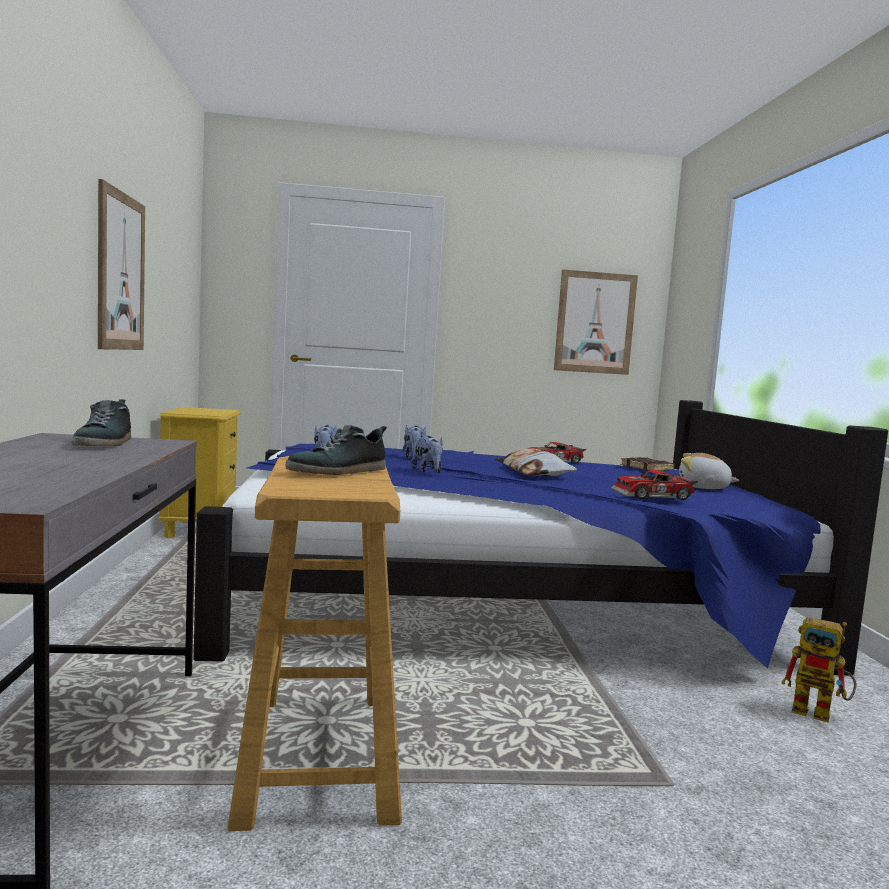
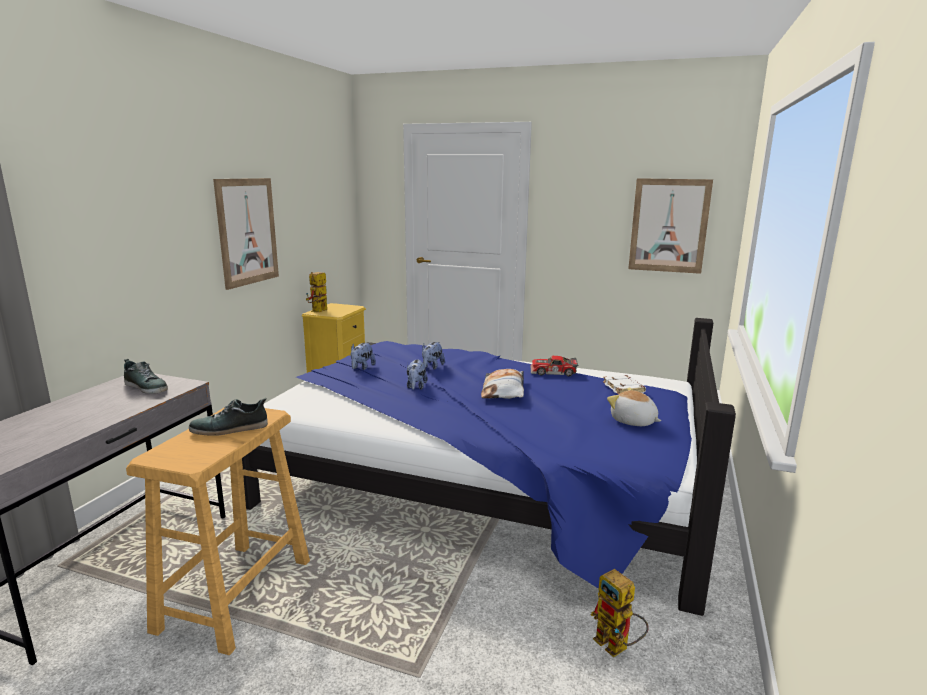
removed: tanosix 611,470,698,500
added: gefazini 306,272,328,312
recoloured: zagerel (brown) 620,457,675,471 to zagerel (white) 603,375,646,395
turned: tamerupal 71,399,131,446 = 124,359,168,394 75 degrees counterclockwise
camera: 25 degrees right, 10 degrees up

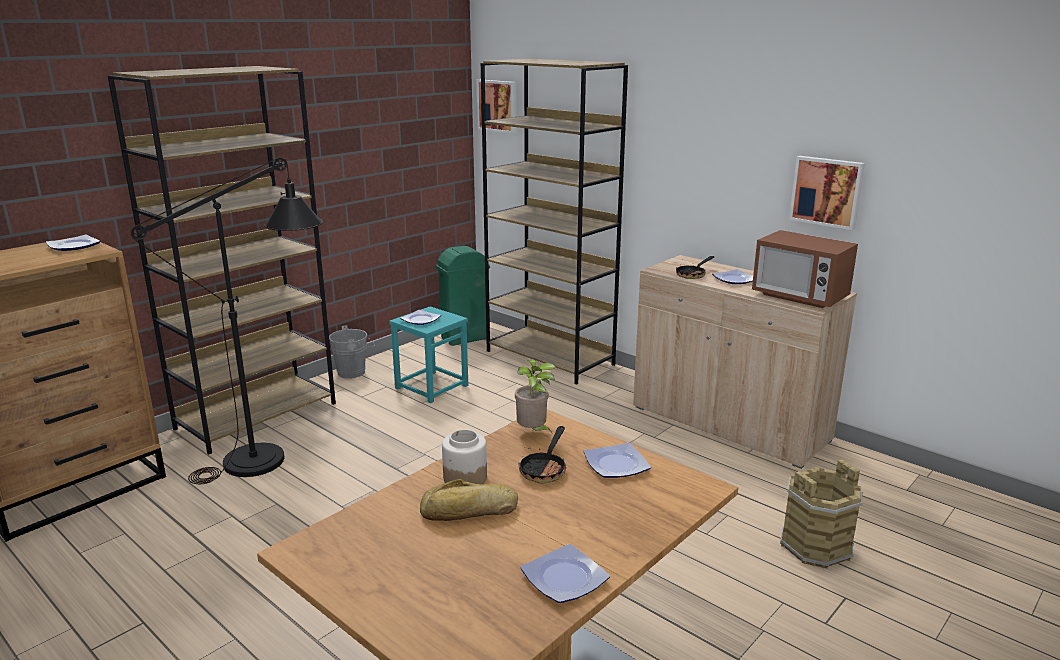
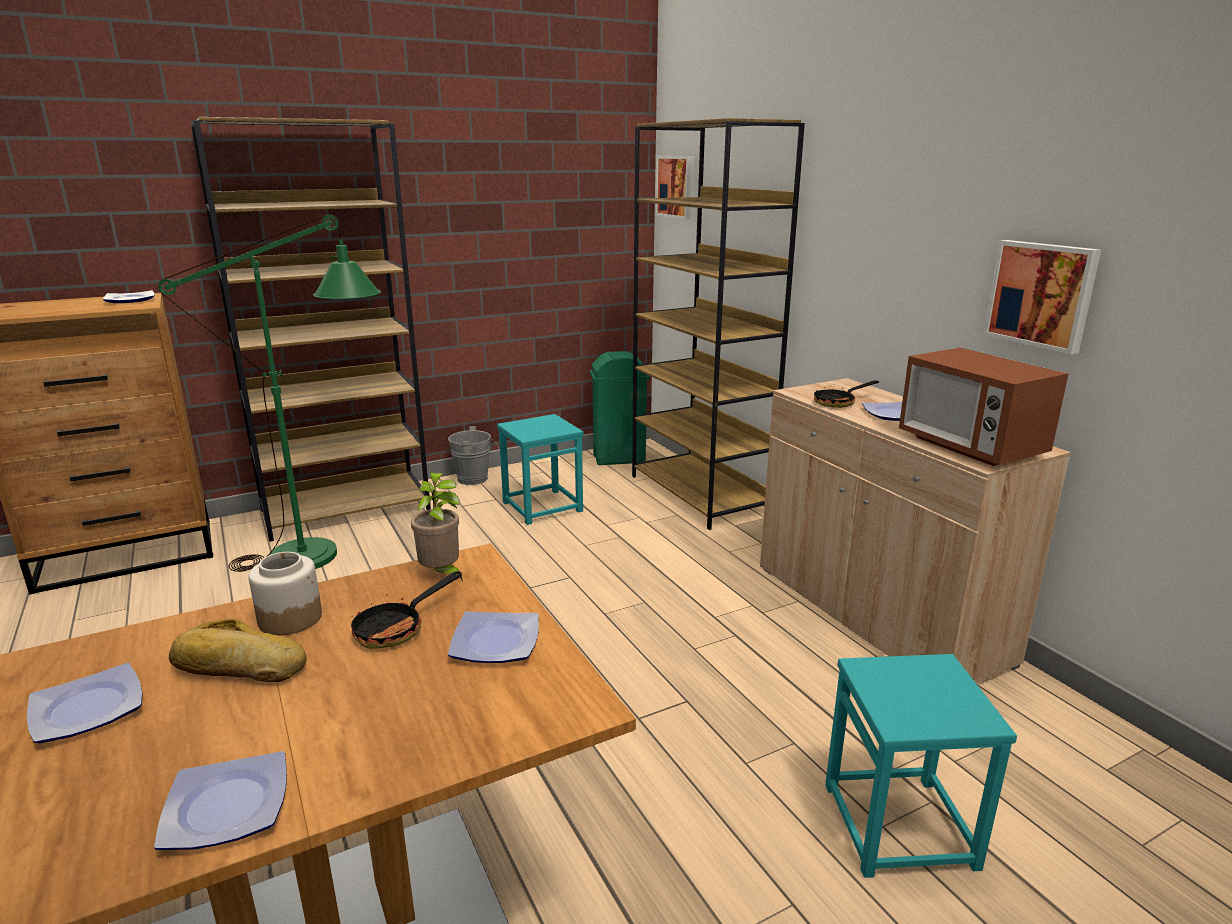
moved: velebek 400,310,441,325 to 27,663,142,743
replaced: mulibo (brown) 780,460,863,568 to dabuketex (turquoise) 825,654,1017,878
recoloured: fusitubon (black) 131,157,323,484 to fusitubon (green) 158,214,381,572
camera: 20 degrees right, 0 degrees up

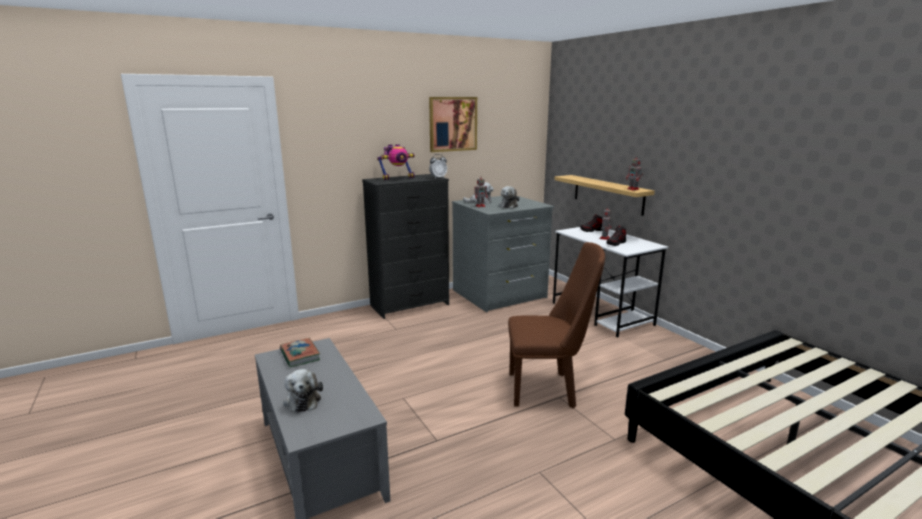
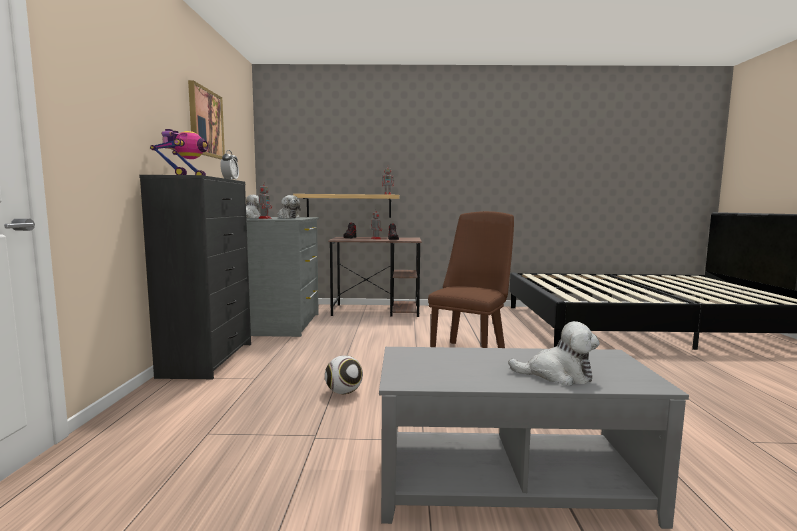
removed: zagerel 280,338,320,367
added: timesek 325,355,363,394
recoloured: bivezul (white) 553,227,668,337 to bivezul (brown) 328,237,422,317
camera: 60 degrees left, 10 degrees down

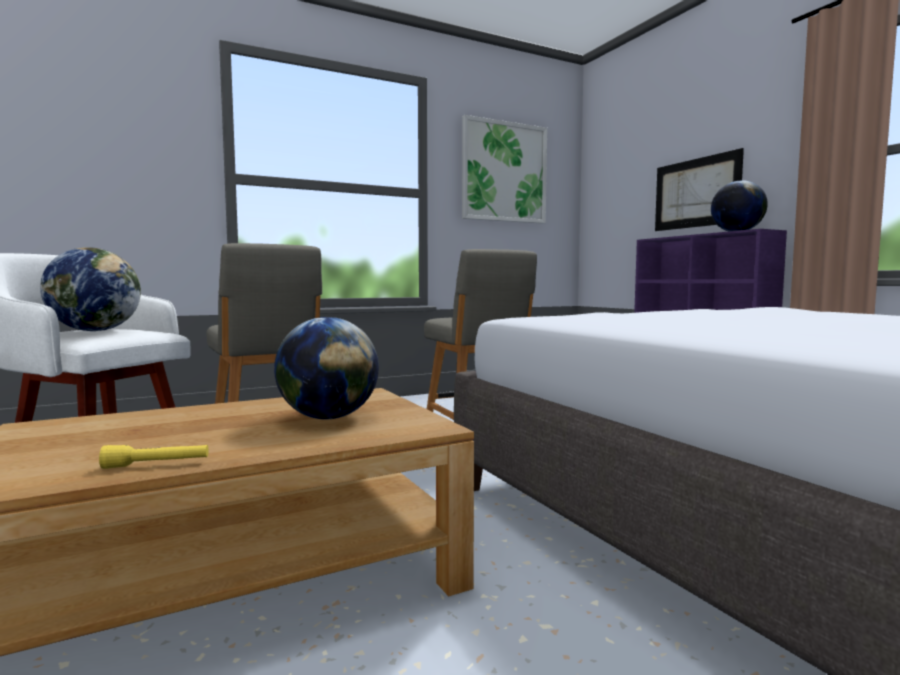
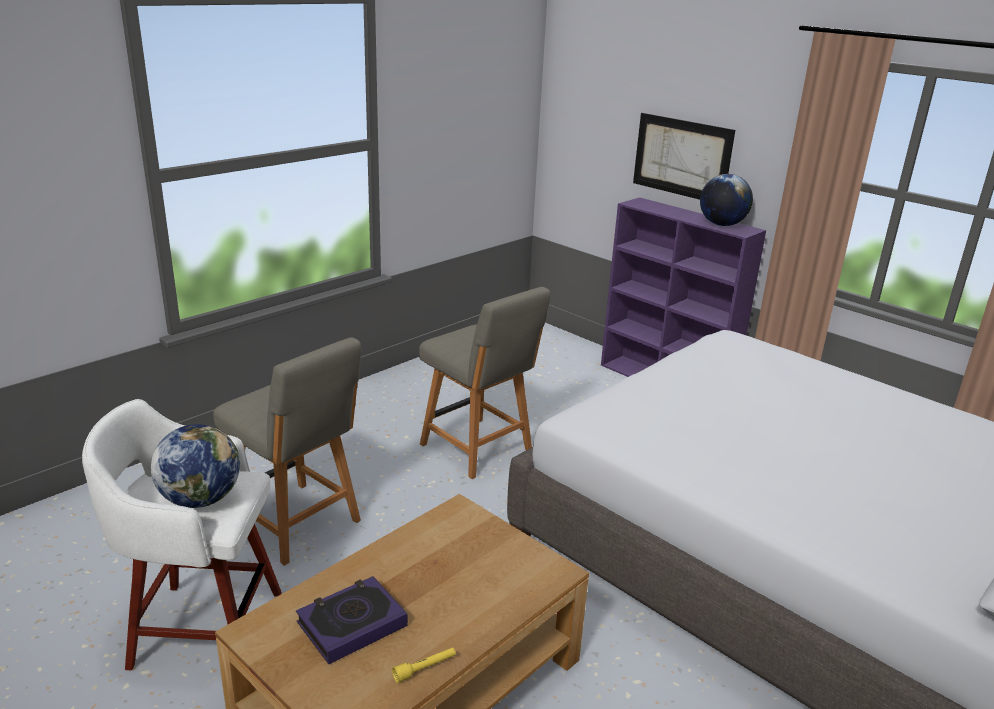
removed: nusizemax 274,317,379,420; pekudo 462,115,547,224
added: zagerel 296,576,408,664
camera: 20 degrees left, 20 degrees up

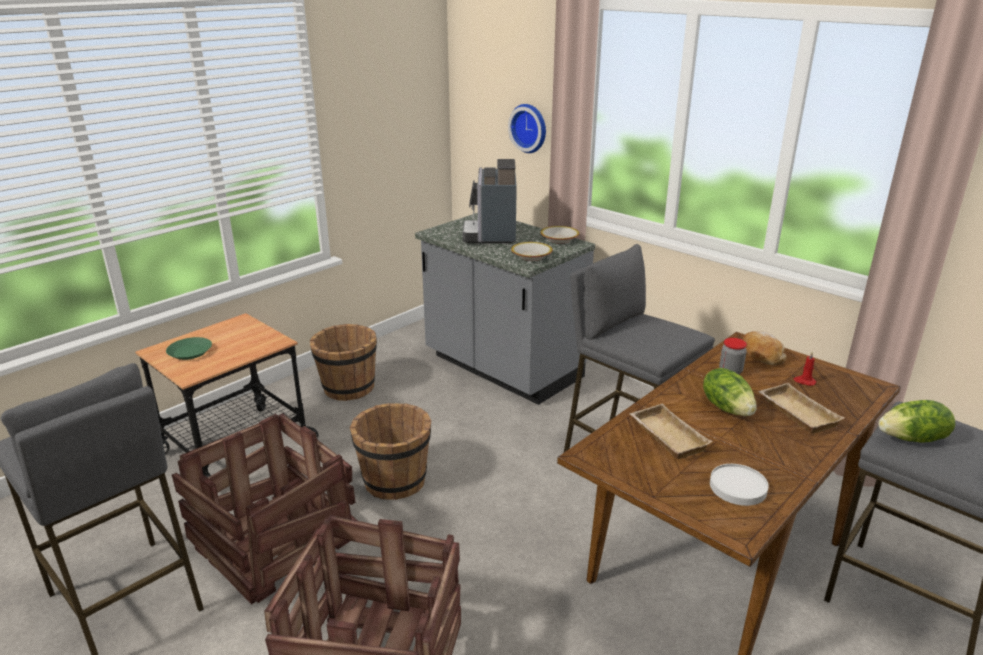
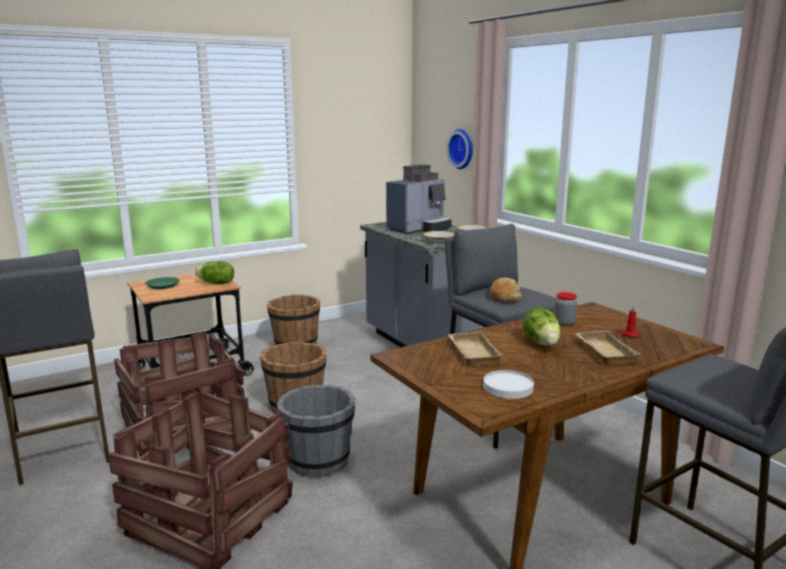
added: mulibo (grey) 277,385,355,477
moved: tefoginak 743,331,787,366 to 490,277,522,302; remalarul 878,400,955,443 to 195,261,234,284
turned: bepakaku 463,159,517,243 = 386,164,452,234 150 degrees counterclockwise
camera: 15 degrees right, 10 degrees down

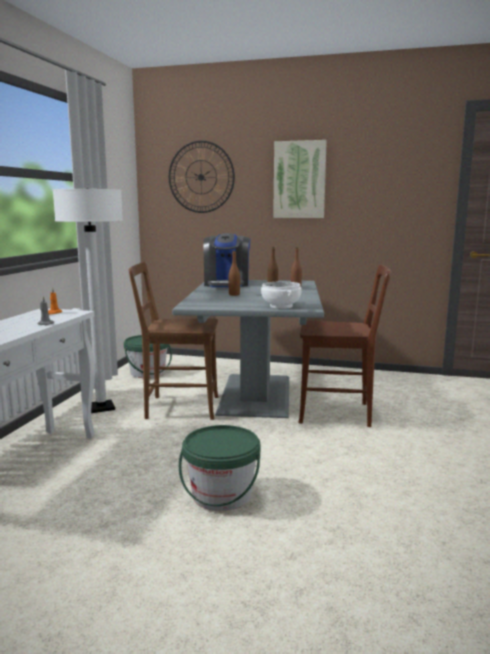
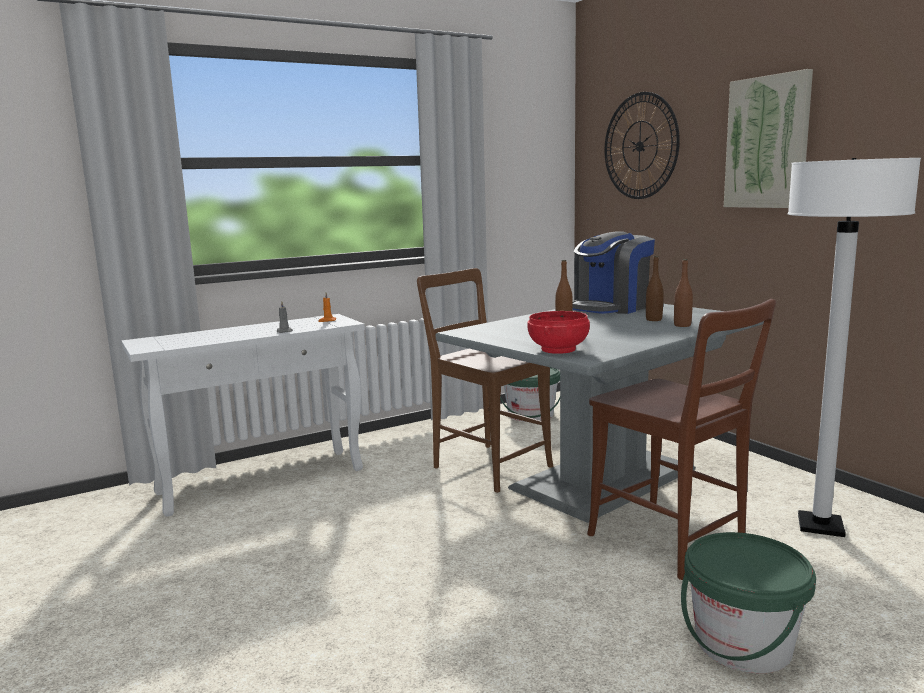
moved: fusitubon (white) 52,188,123,413 to 788,158,921,537; mulibo (green) 179,425,260,511 to 681,532,816,673
recoloured: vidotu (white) 261,282,302,309 to vidotu (red) 527,311,590,354
camera: 45 degrees right, 0 degrees up

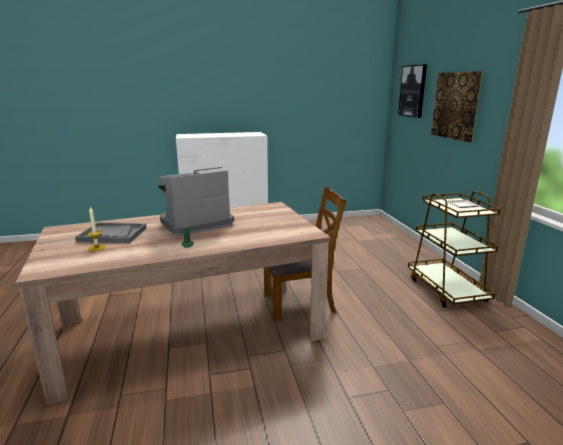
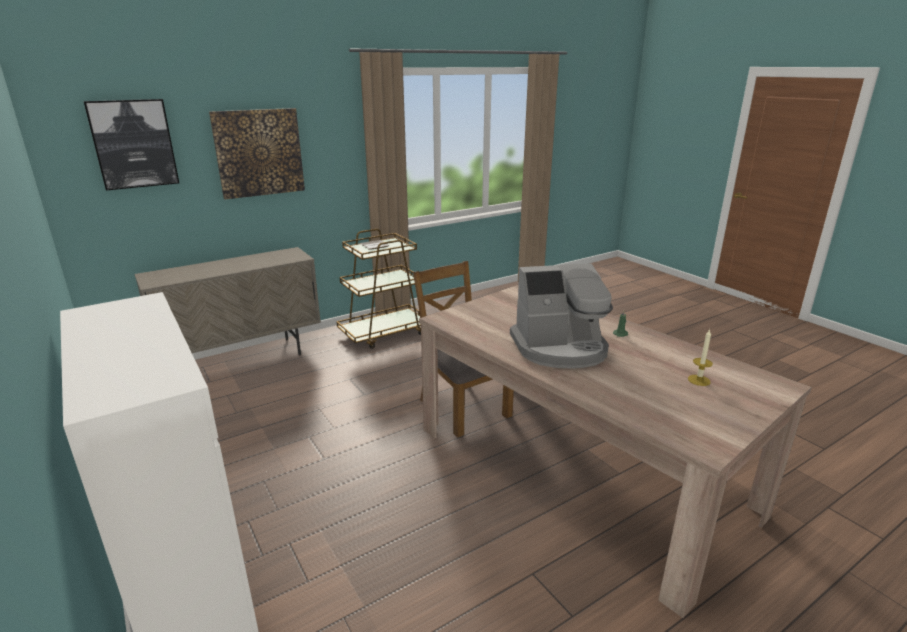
removed: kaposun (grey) 75,222,147,243
added: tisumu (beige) 134,247,321,355
turned: bepakaku 158,167,234,236 = 510,263,613,369 45 degrees counterclockwise
camera: 110 degrees left, 5 degrees up

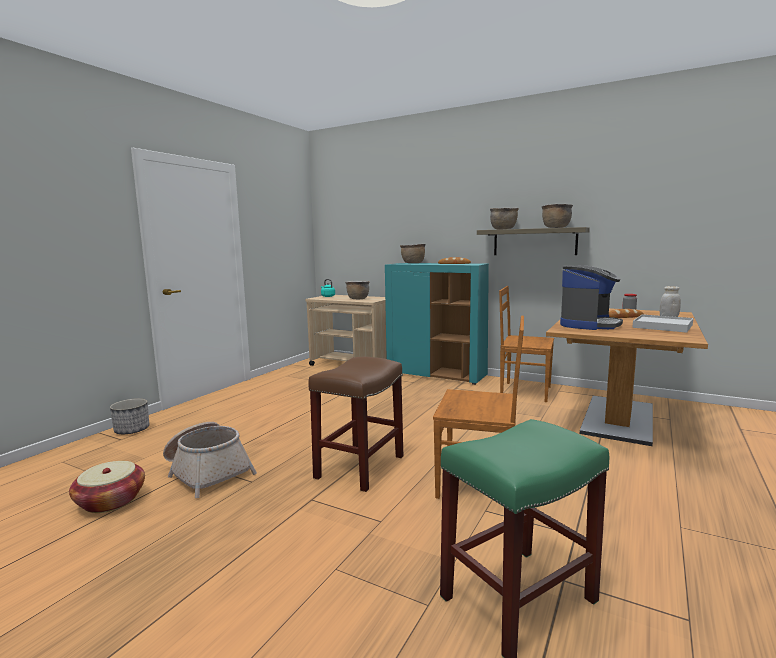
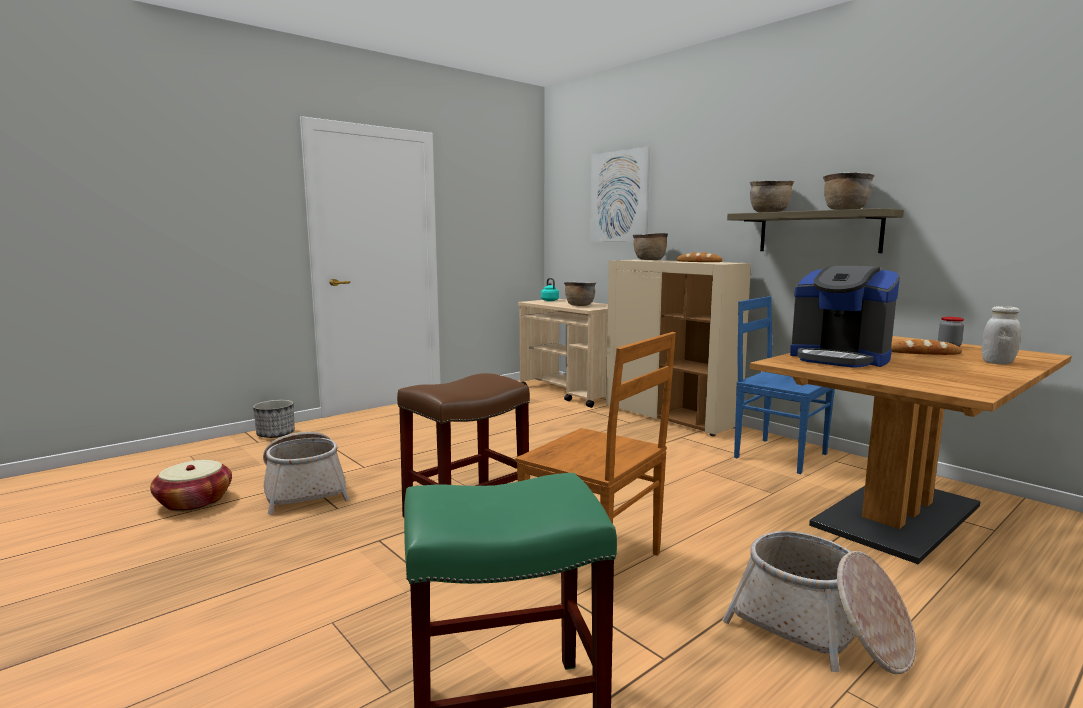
removed: kaposun (white) 632,314,693,333
added: pekudo 590,146,650,241; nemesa 722,531,916,674
recoloured: tisumu (turquoise) 385,263,489,385 to tisumu (beige) 606,259,751,436; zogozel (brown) 499,286,554,402 to zogozel (blue) 734,296,835,474
turned: bepakaku 560,265,623,330 = 790,265,900,368 75 degrees clockwise
camera: 20 degrees right, 0 degrees up

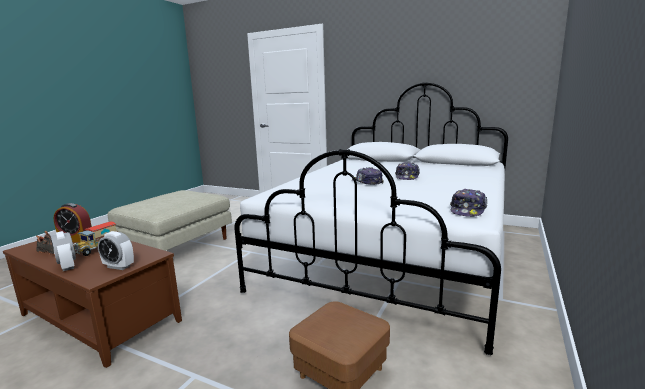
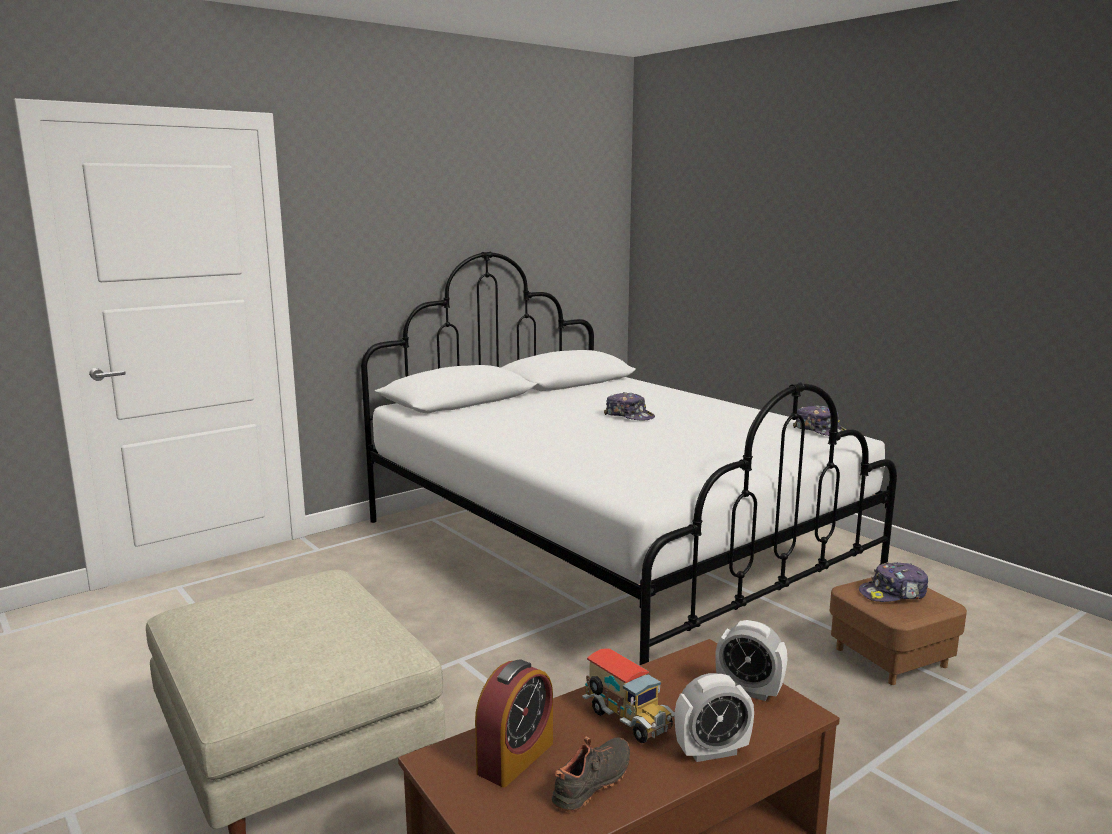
moved: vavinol 352,167,384,185 to 859,562,928,602
turned: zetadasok 98,231,134,270 = 715,620,788,701 75 degrees clockwise
camera: 65 degrees left, 0 degrees up

